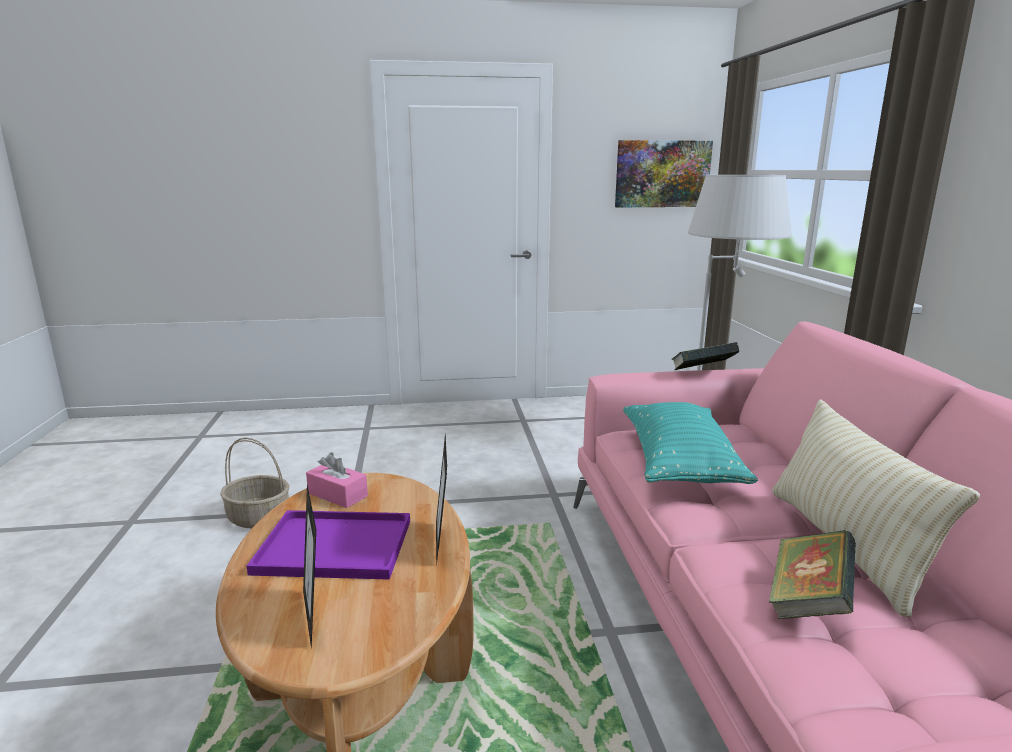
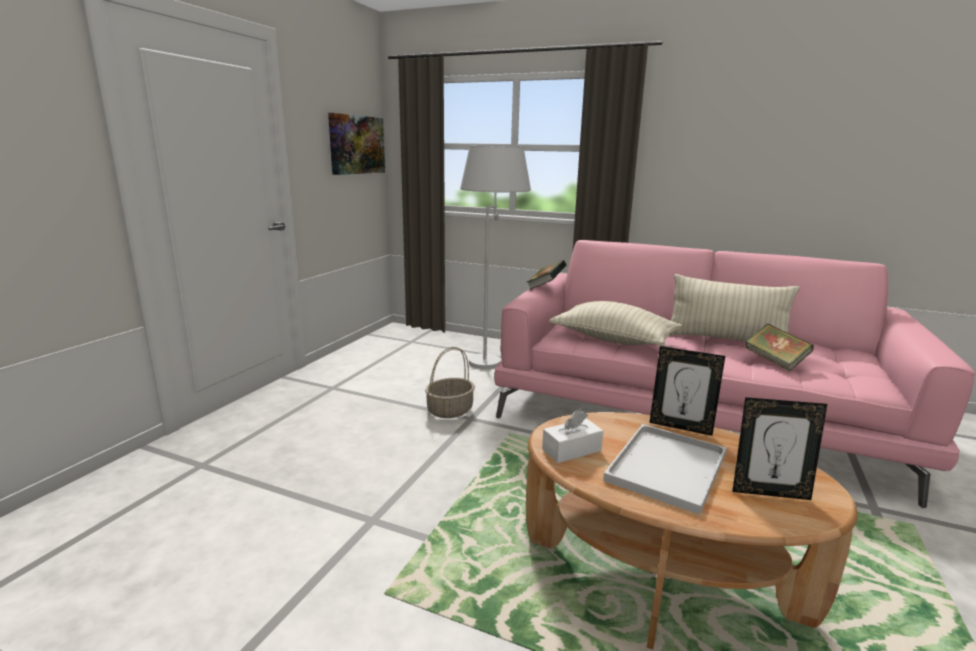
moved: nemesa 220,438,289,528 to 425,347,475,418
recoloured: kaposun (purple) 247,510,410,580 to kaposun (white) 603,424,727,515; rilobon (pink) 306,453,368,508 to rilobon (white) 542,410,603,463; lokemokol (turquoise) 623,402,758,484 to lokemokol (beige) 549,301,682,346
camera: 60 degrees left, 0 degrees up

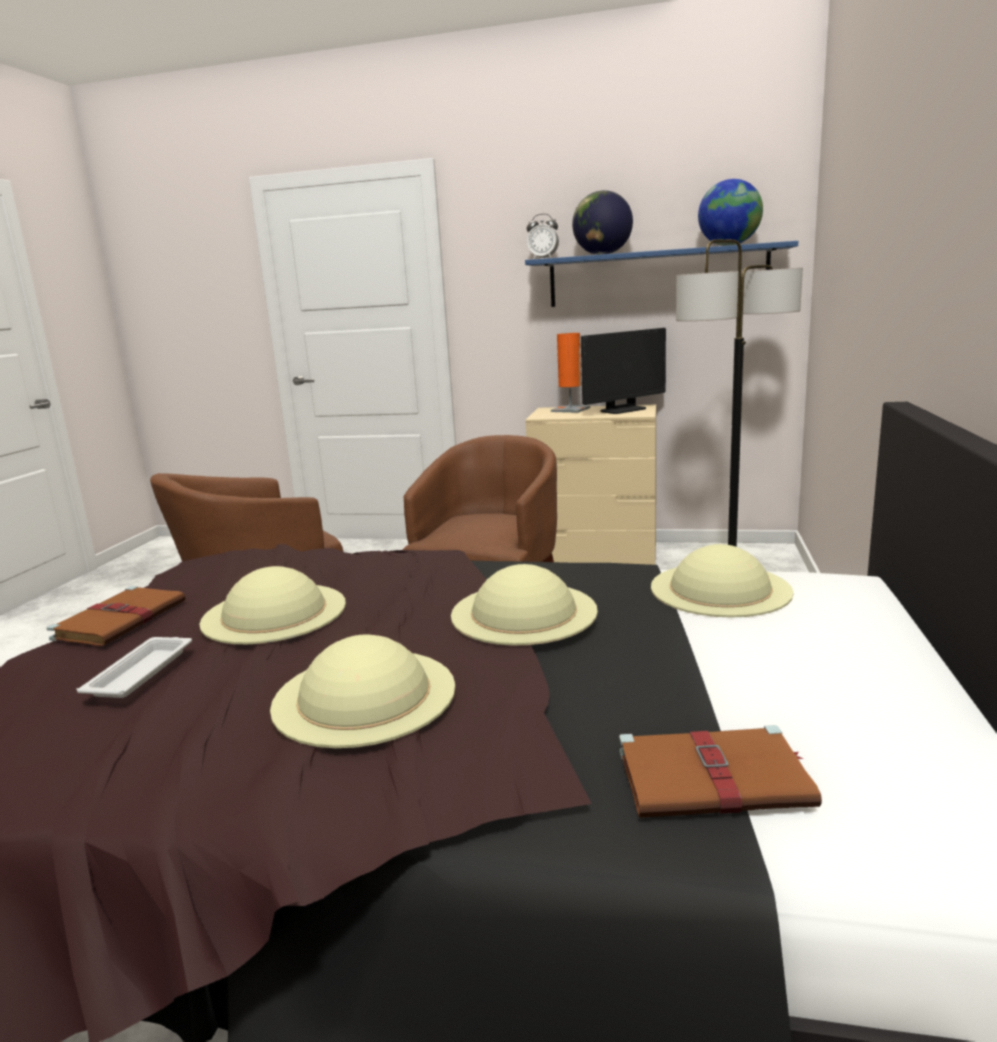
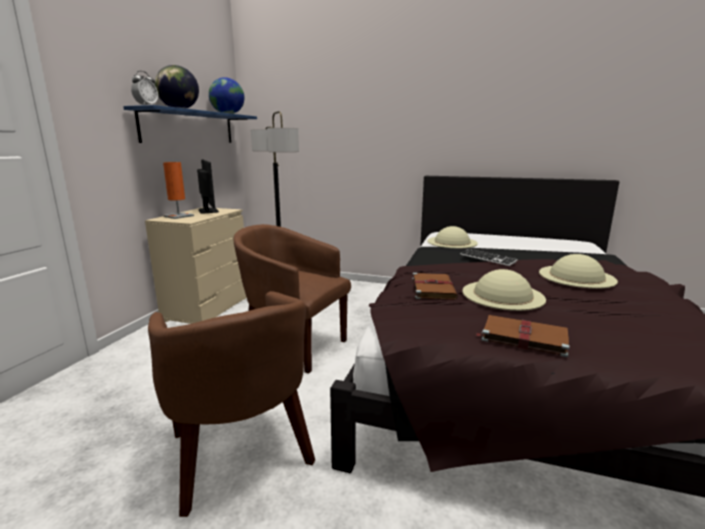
removed: kaposun (white) 76,637,192,698
moved: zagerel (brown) 619,725,822,818 to 412,273,458,300
replaced: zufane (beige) 451,564,598,645 to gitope 460,249,518,266
camera: 85 degrees left, 0 degrees up

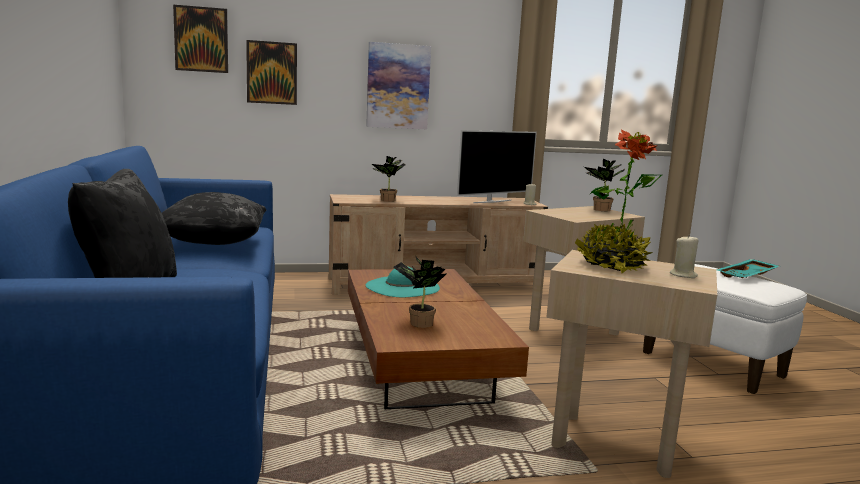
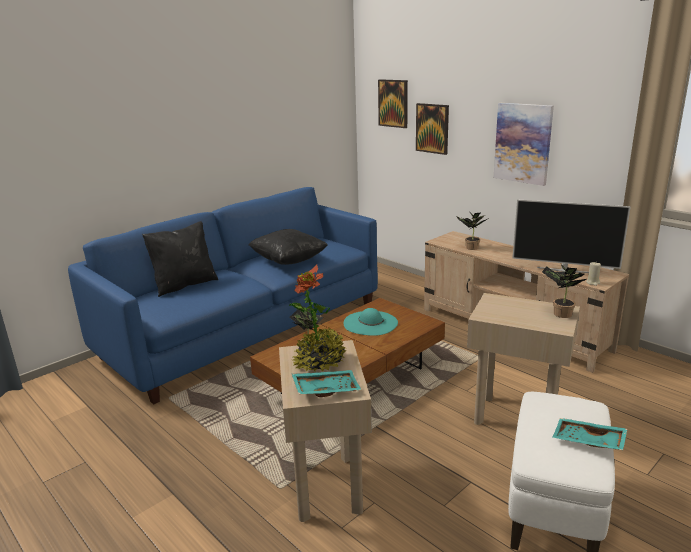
replaced: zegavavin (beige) 670,235,699,278 to kaposun (turquoise) 292,370,361,397
camera: 60 degrees right, 10 degrees up

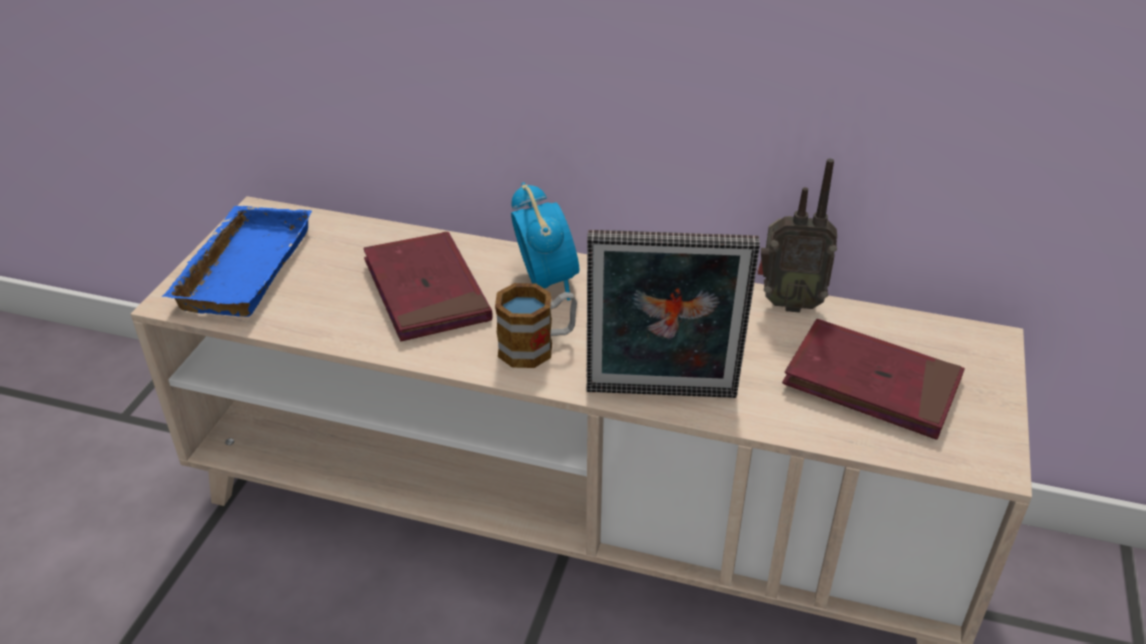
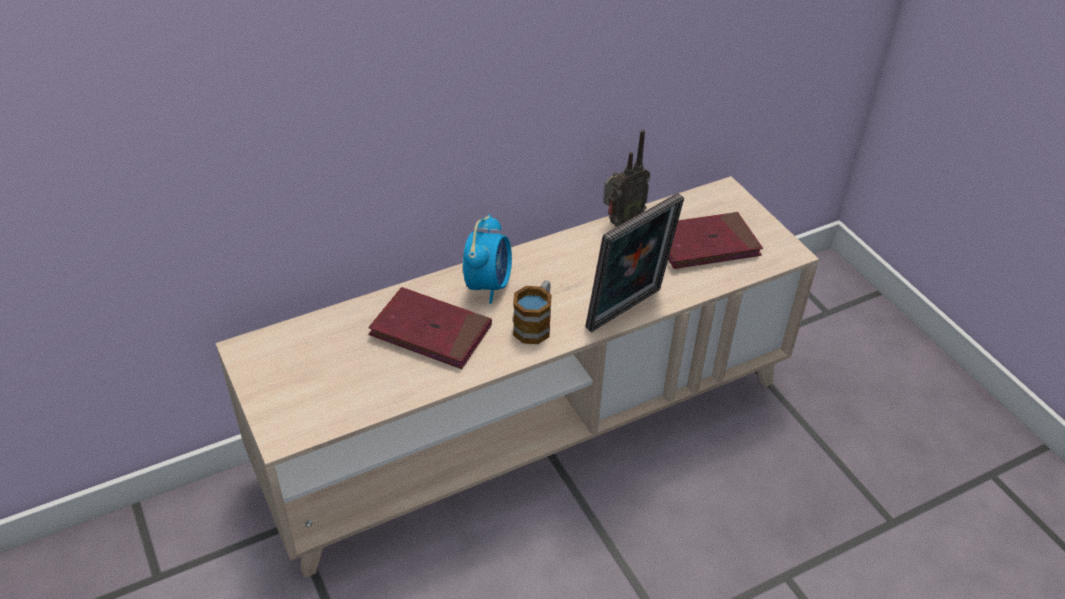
removed: kaposun (blue) 162,206,312,317
turned: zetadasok 511,182,579,300 = 463,214,512,304 75 degrees clockwise
camera: 45 degrees left, 5 degrees up

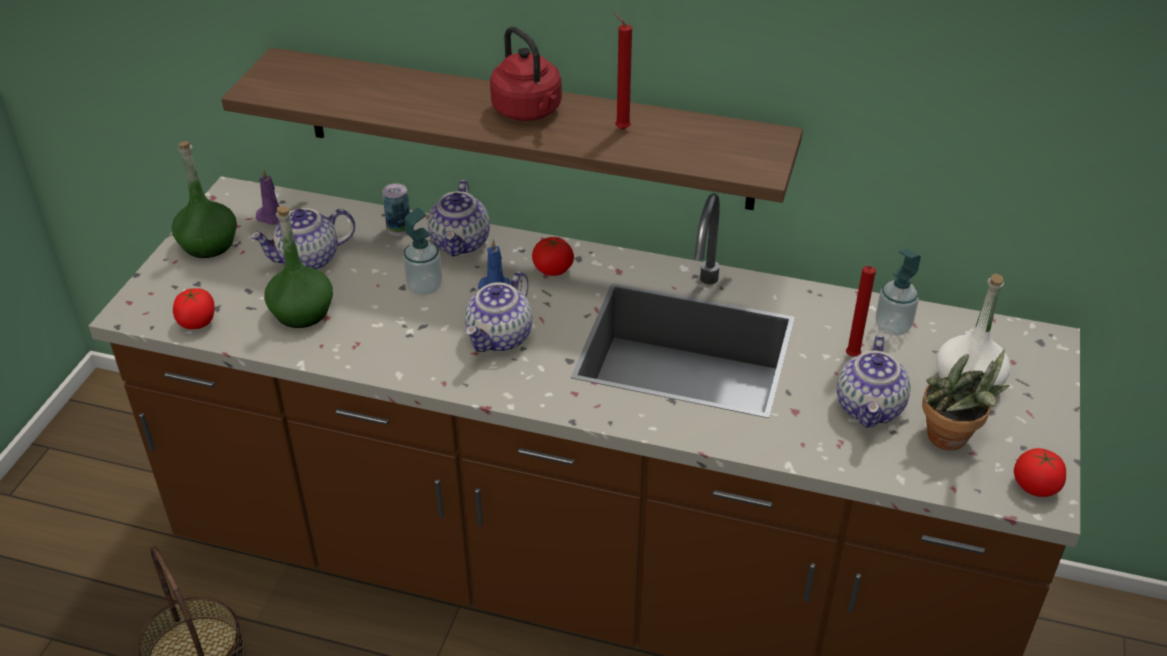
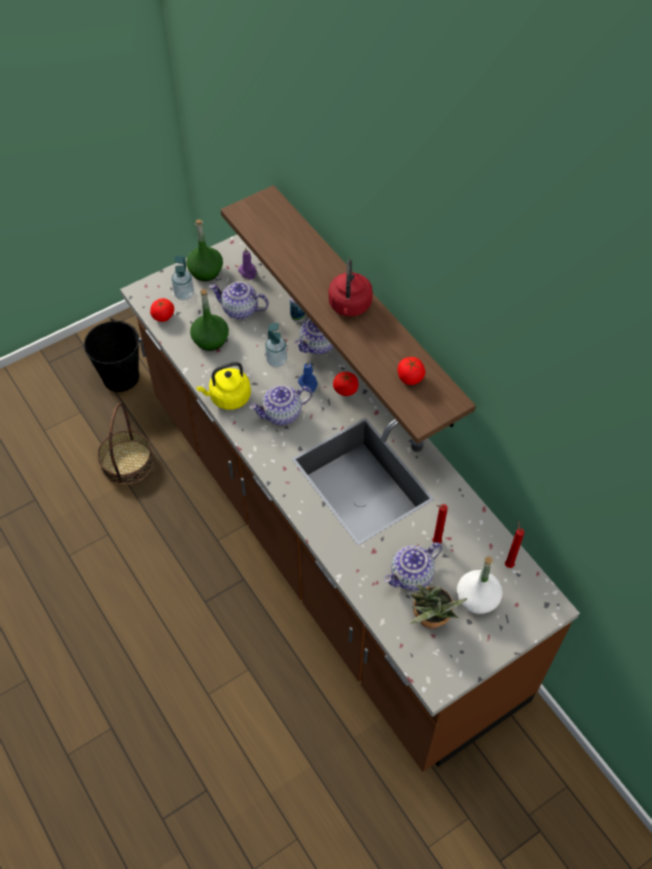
added: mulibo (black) 84,319,139,392; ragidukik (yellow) 196,362,251,410
moved: zegavavin (red) 613,12,632,130 to 505,521,524,568; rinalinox 876,248,921,336 to 171,256,194,300; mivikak 1014,448,1066,497 to 398,357,425,385
camera: 40 degrees right, 15 degrees up

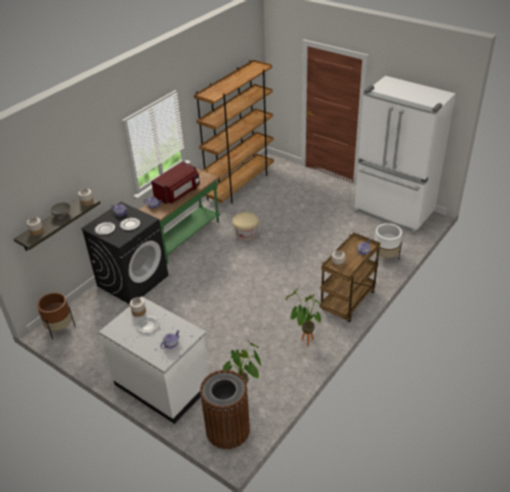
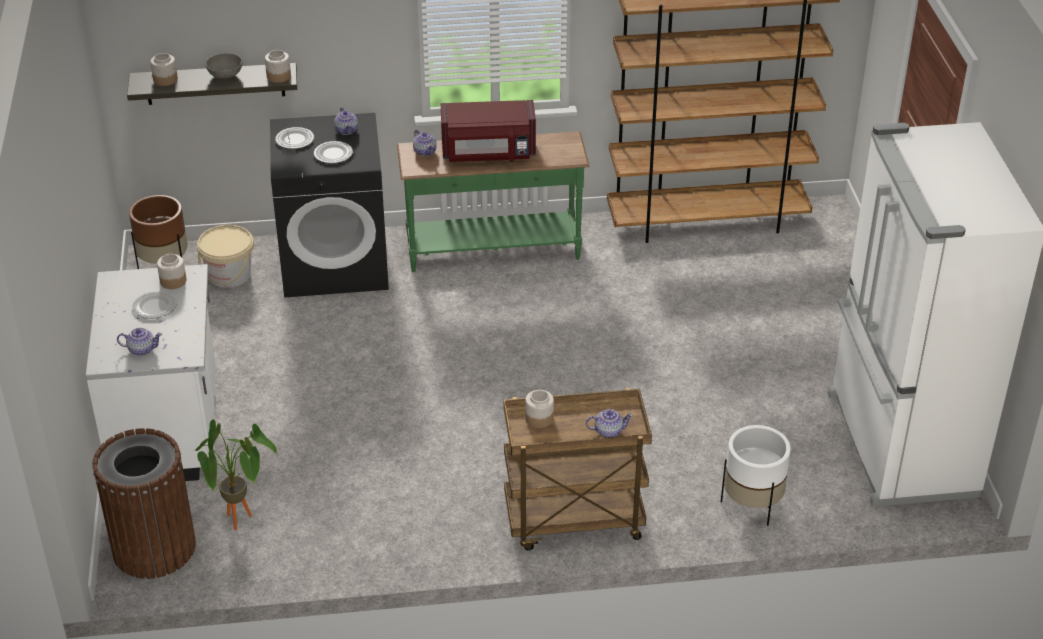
removed: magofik 286,288,322,347
moved: mulibo (beige) 232,212,260,241 to 197,225,254,288
camera: 45 degrees right, 0 degrees up

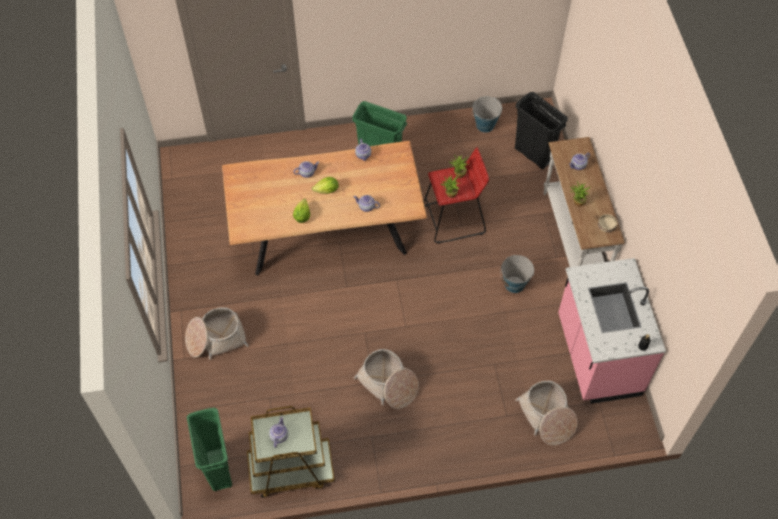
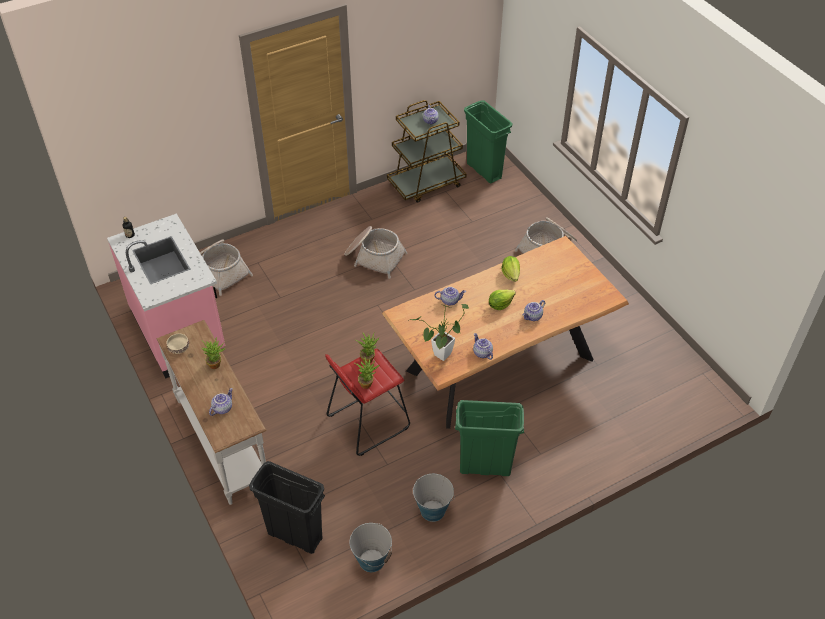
added: magofik 408,304,469,361
moved: mulibo 500,255,534,293 to 413,474,455,522
camera: 160 degrees right, 10 degrees down

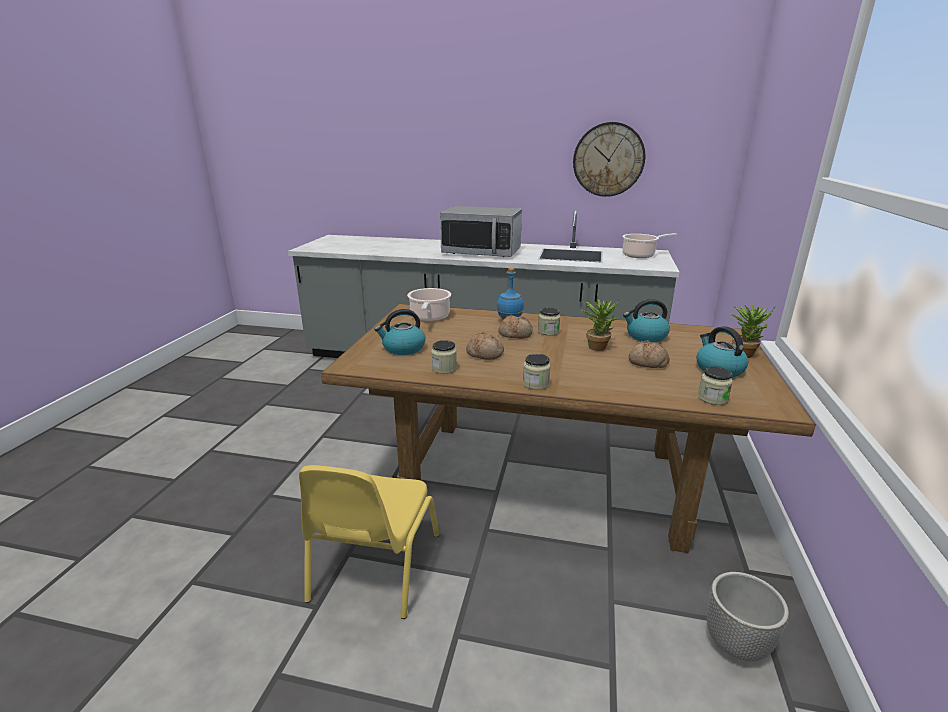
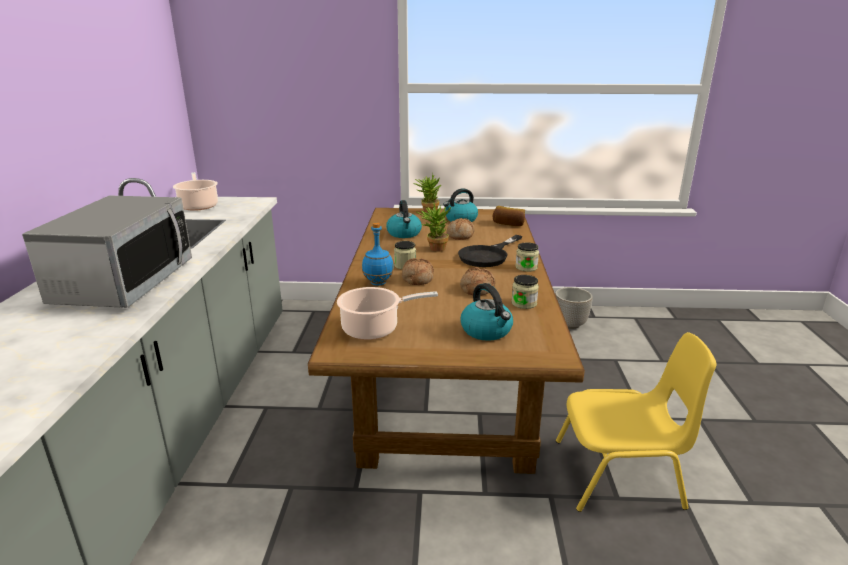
removed: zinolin 573,122,645,197
added: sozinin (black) 458,235,522,267
replaced: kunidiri 698,367,733,405 to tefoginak 493,206,525,226
camera: 100 degrees left, 0 degrees up

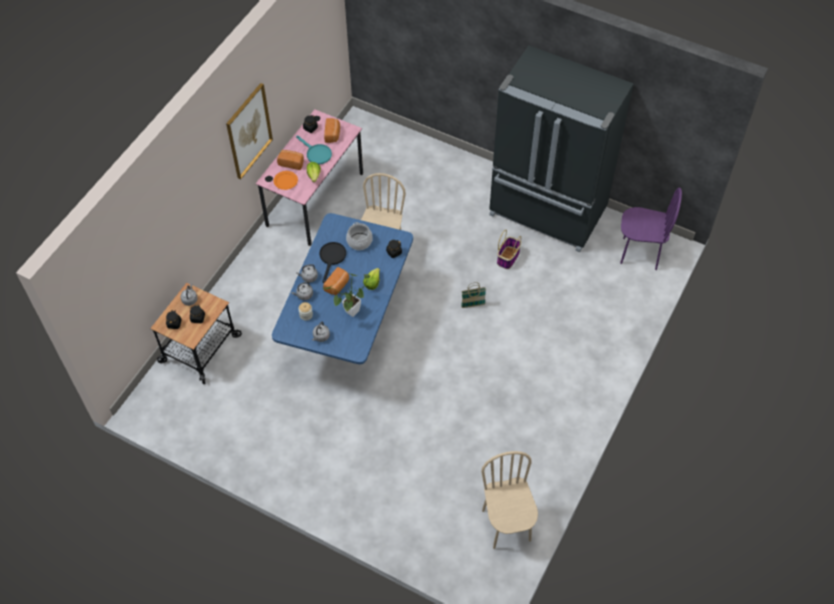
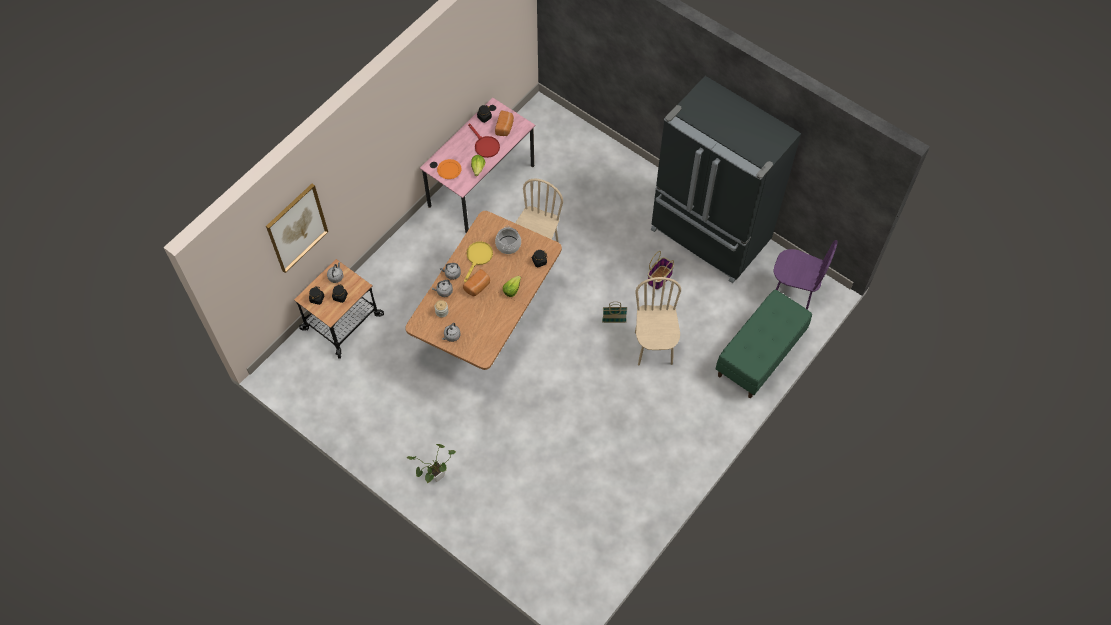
removed: tefoginak 277,150,304,170
added: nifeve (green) 716,289,812,398
moved: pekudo 226,83,273,179 to 266,184,328,273; magofik 323,274,370,317 to 406,444,455,483; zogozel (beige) 481,451,538,549 to 635,277,681,365
recoloured: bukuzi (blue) 272,213,413,364 to bukuzi (brown) 405,211,562,370; sozinin (turquoise) 296,136,332,164 to sozinin (red) 468,124,500,158; sozinin (black) 319,242,346,283 to sozinin (yellow) 464,241,493,282
camera: 10 degrees right, 5 degrees up

